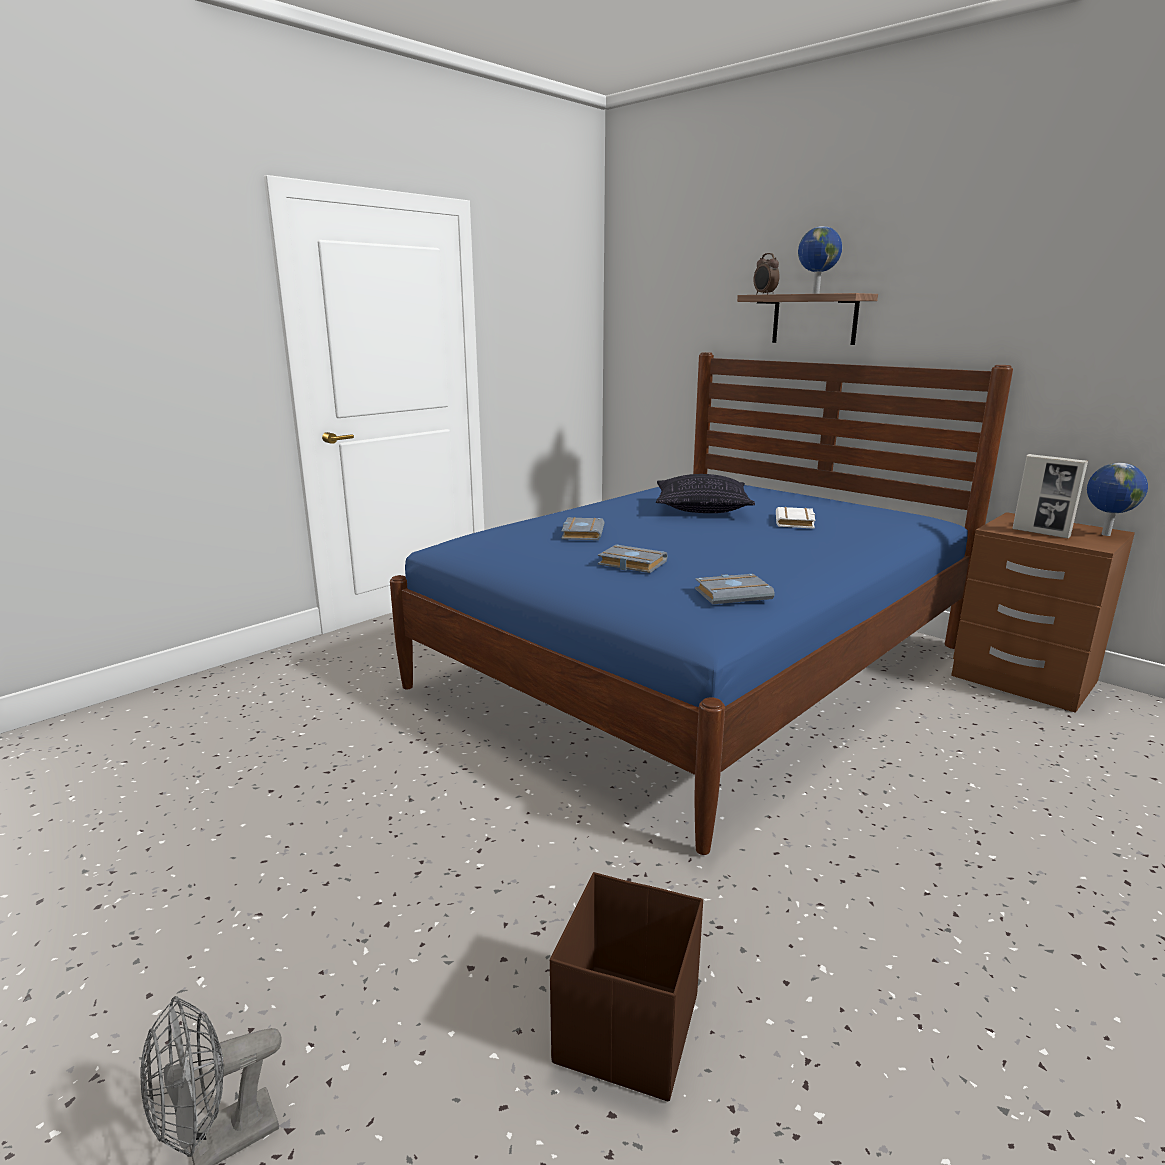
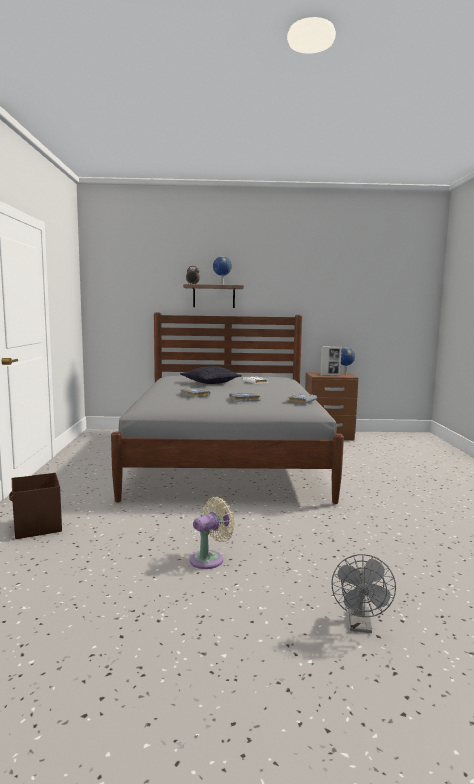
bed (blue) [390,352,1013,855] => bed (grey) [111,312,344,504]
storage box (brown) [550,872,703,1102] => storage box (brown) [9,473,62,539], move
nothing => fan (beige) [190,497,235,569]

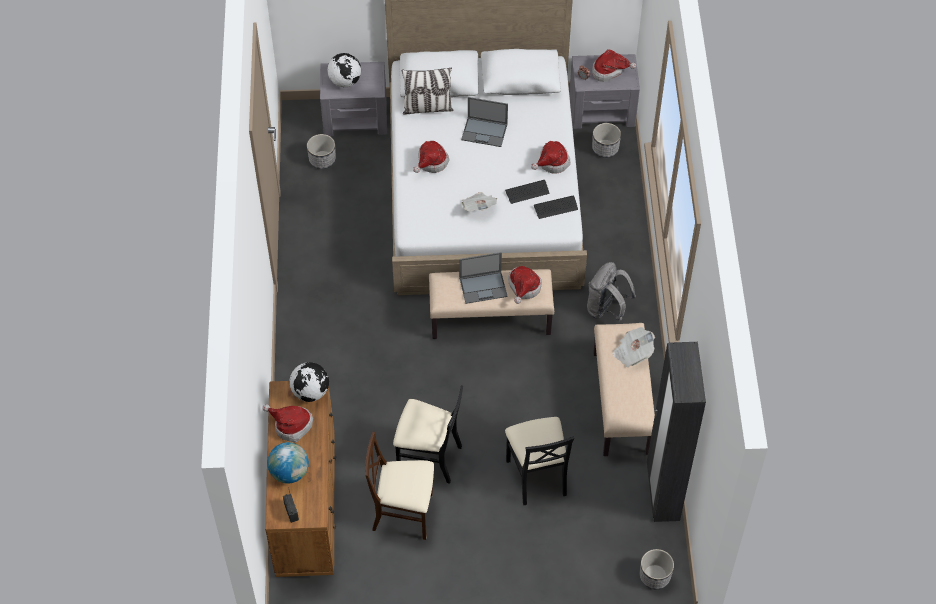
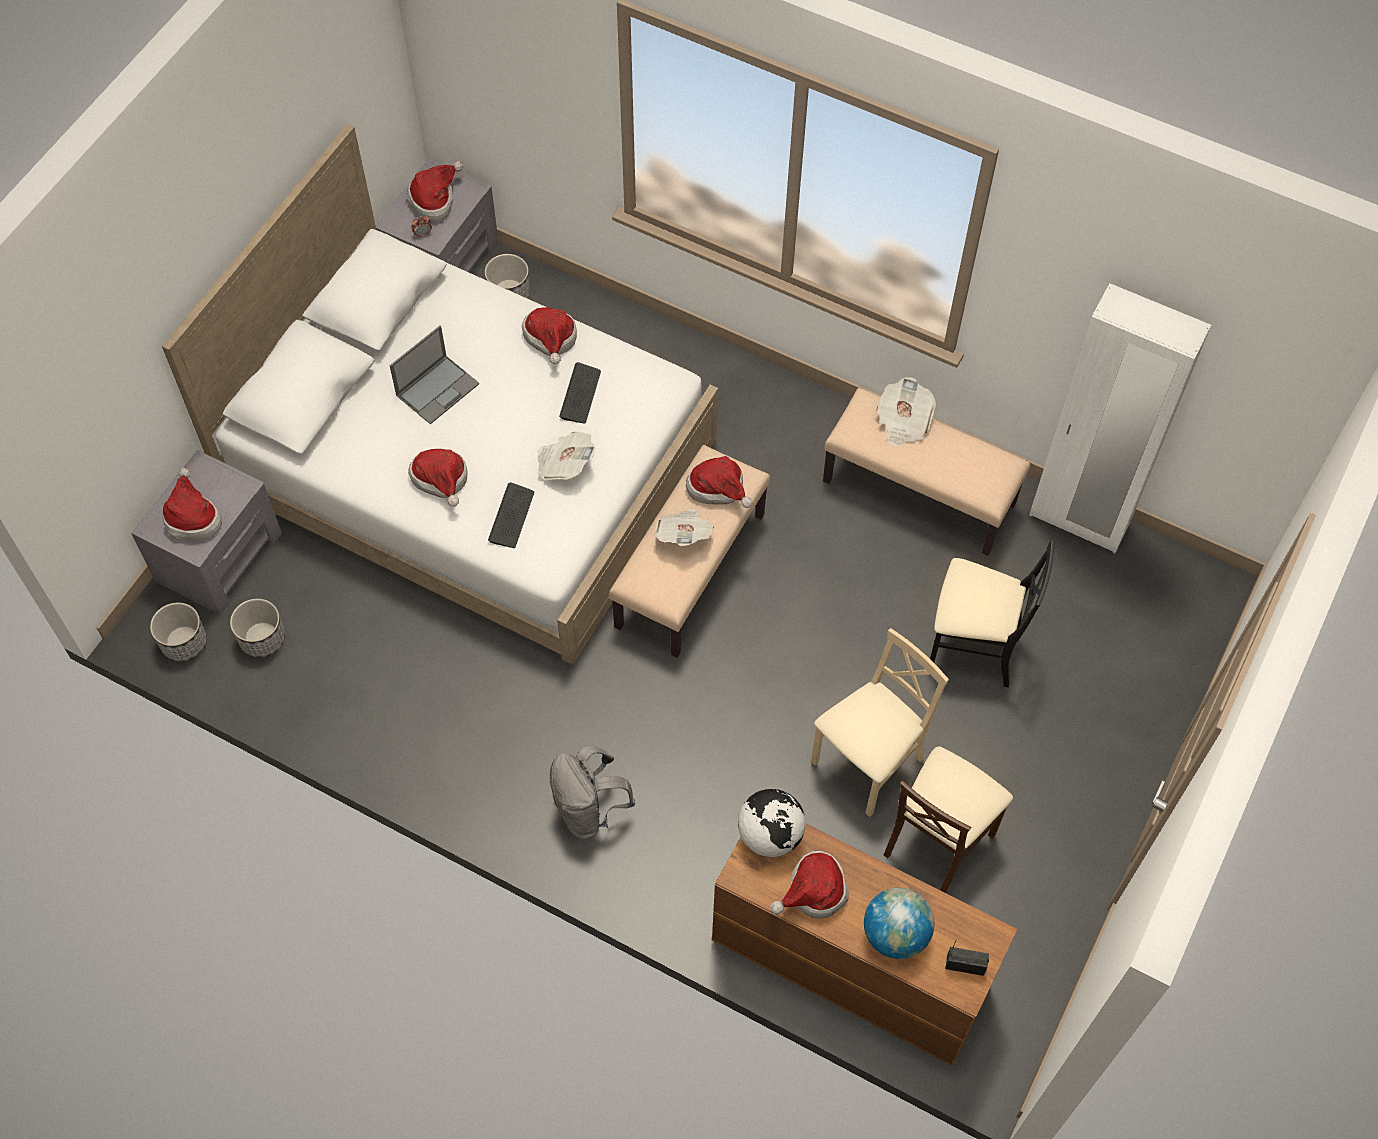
globe [327,53,361,87] => hat [162,468,222,540]
chair (black) [393,385,463,484] => chair (beige) [811,628,949,817]
pillow [402,67,453,115] => nothing
laptop [459,252,508,304] => newspaper [654,508,714,546]
keyboard [534,195,578,219] => keyboard [488,482,534,548], move
backpack (grey) [587,262,636,321] => backpack (grey) [549,746,635,839], move
planter [639,549,674,589] => planter [150,602,207,662], move
wardrobe (black) [647,342,706,522] => wardrobe (white) [1029,283,1211,553]

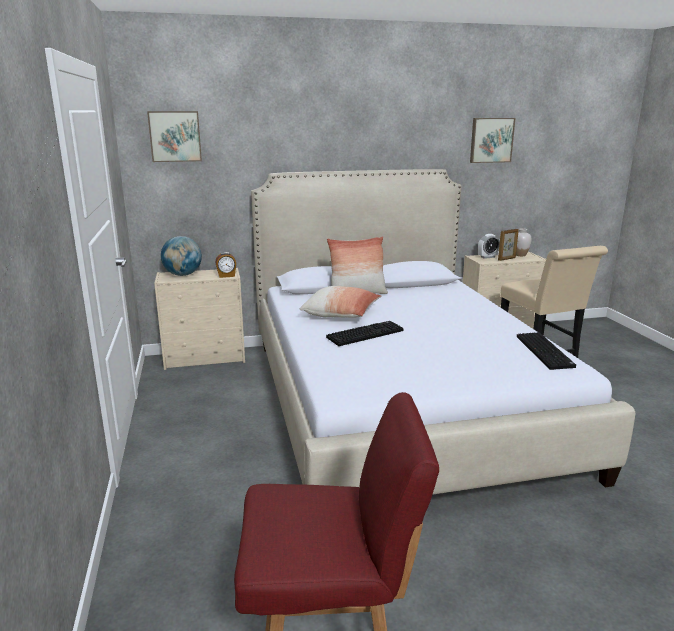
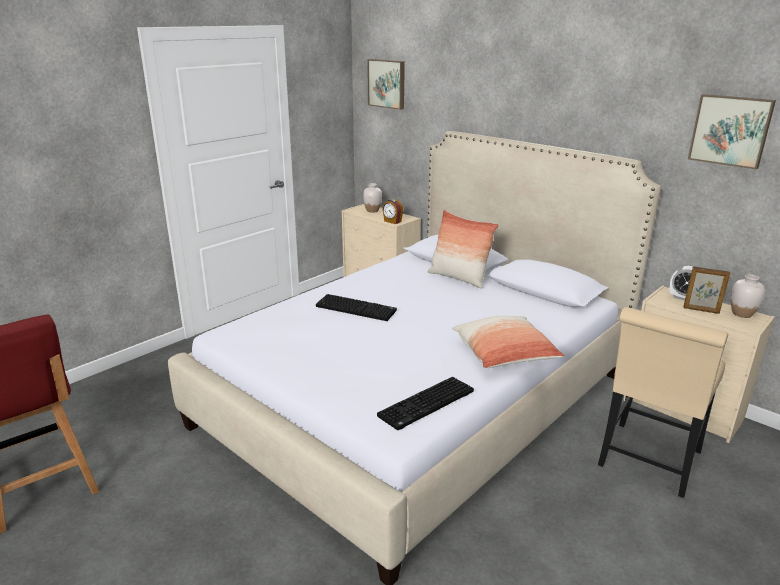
globe [161,236,202,276] => vase (white) [363,183,382,213]
pillow [300,286,382,318] => pillow [452,316,565,368], move

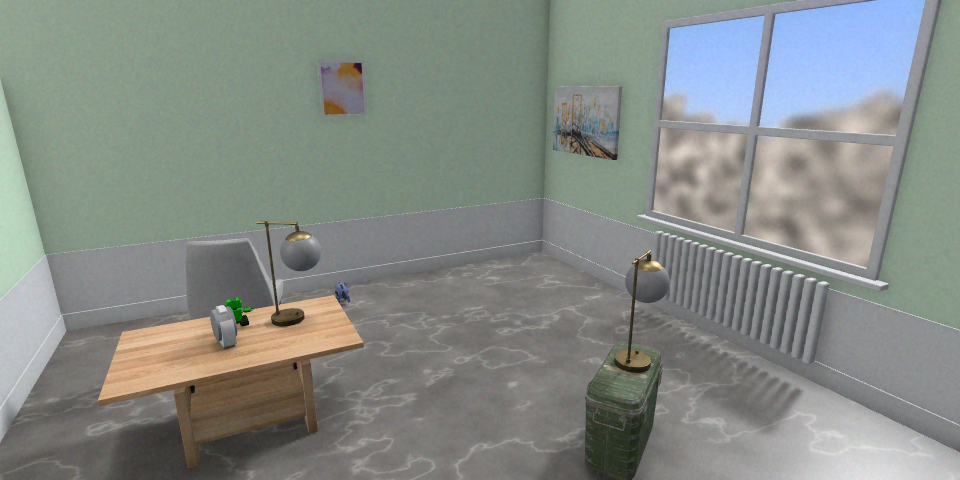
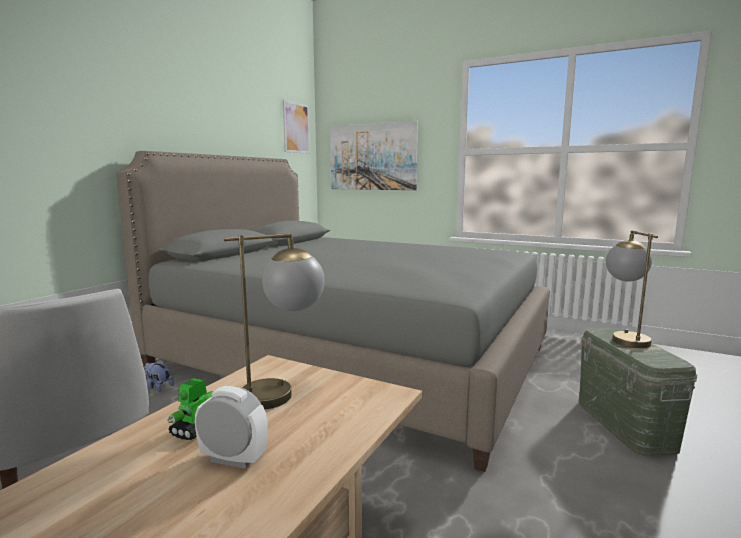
picture [317,60,367,117] => picture [283,100,310,154], move
nothing => bed (grey) [116,151,550,472]

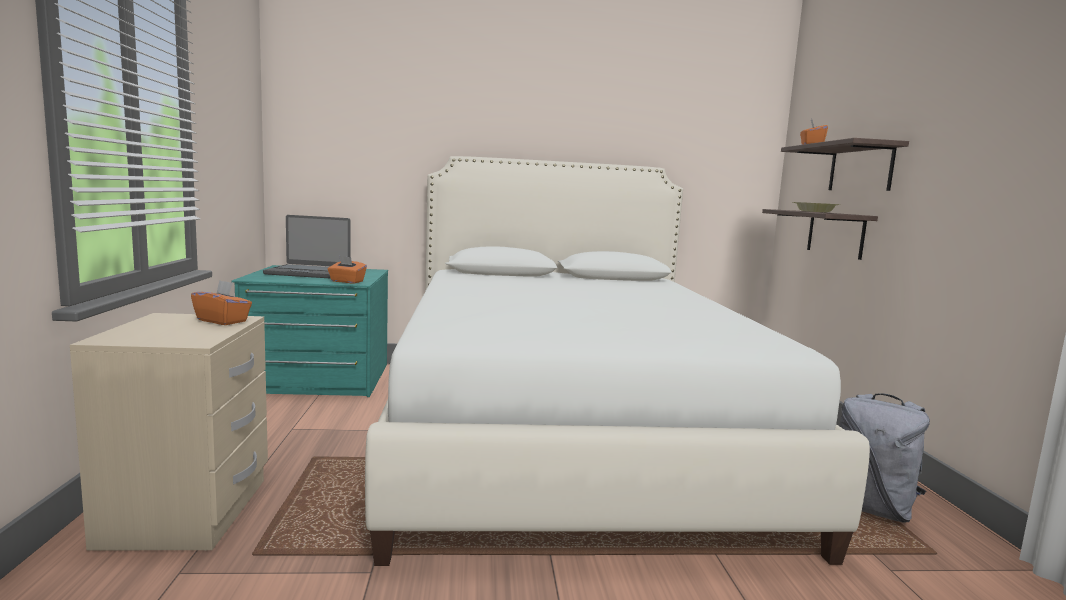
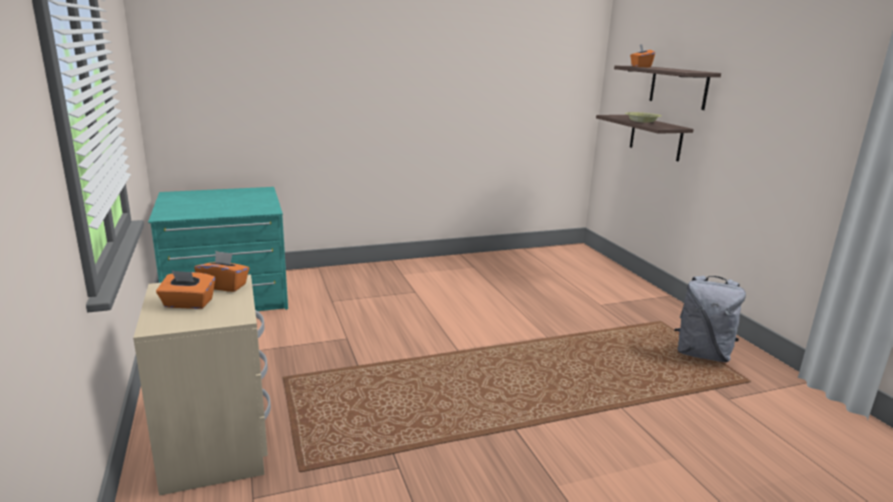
laptop [263,215,351,278] => nothing
tissue box (orange) [328,256,367,283] => tissue box (orange) [156,270,215,309], move
bed (white) [365,156,870,566] => nothing

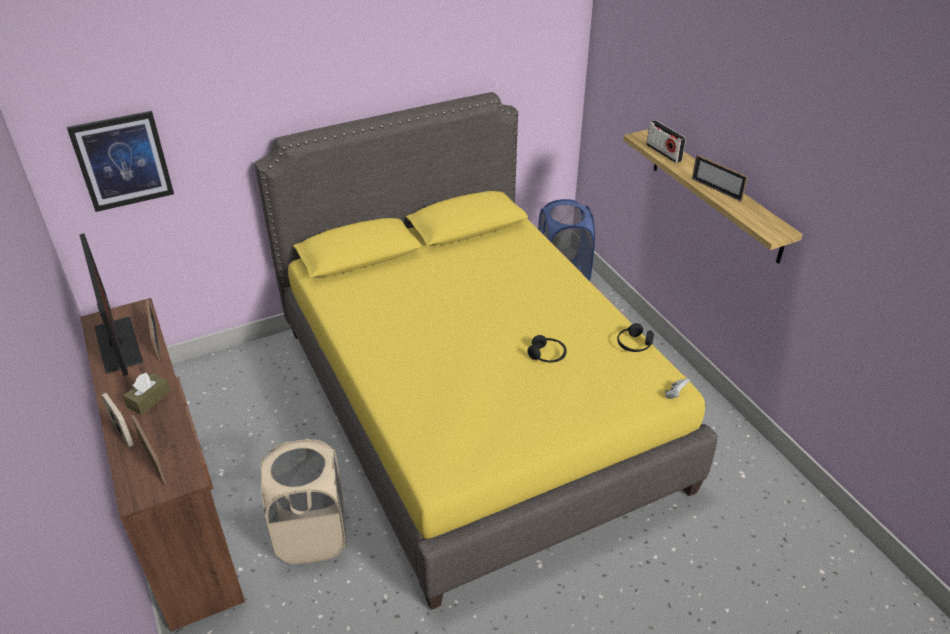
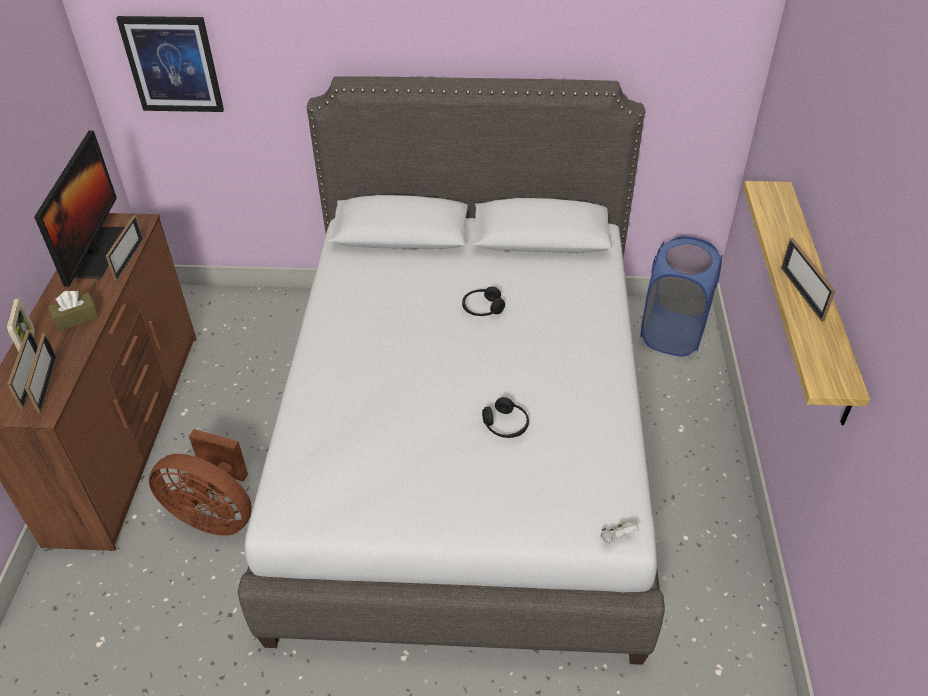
bed (yellow) [254,92,718,610] => bed (grey) [238,77,665,665]
laundry basket (beige) [261,439,347,564] => fan (brown) [149,429,252,536]
headphones (black) [617,323,654,352] => headphones (black) [462,286,505,316], move
radio [646,120,686,163] => nothing
nothing => picture frame [25,333,57,413]

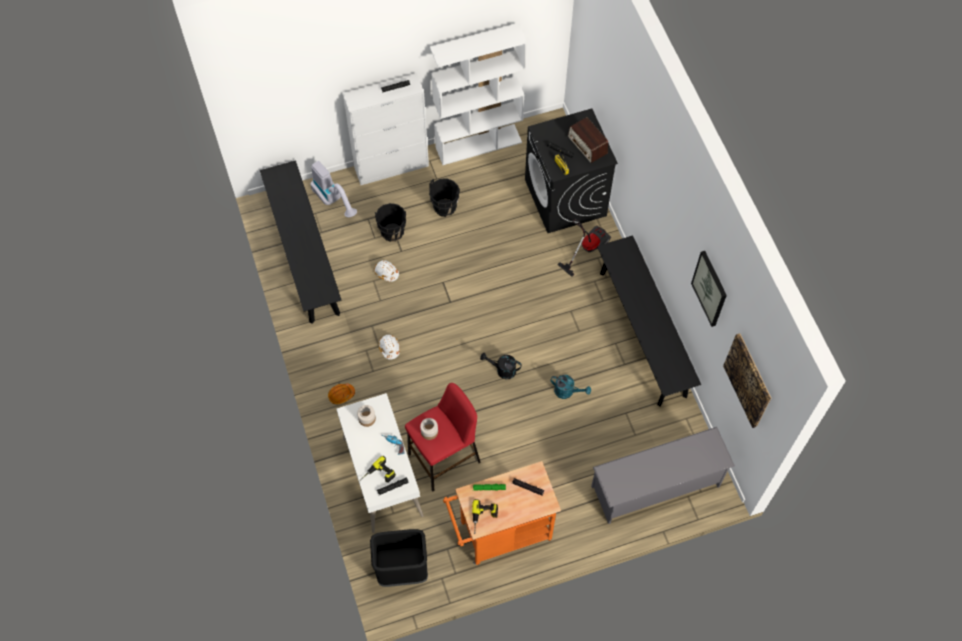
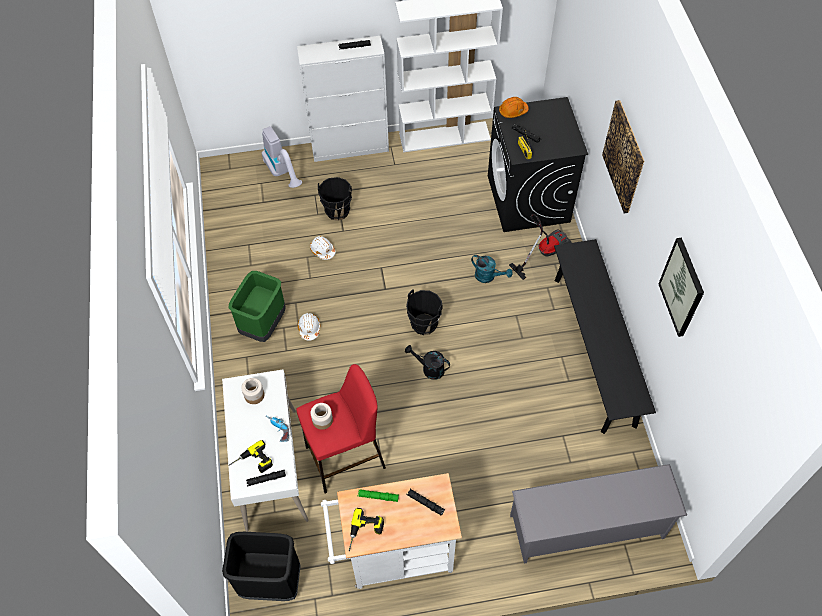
bench (black) [260,160,341,324] => nothing
hard hat (orange) [328,383,355,404] => hard hat (orange) [499,97,529,118], move
bucket (black) [429,178,460,217] => bucket (black) [406,289,443,335], move
cart (orange) [443,461,561,565] => cart (white) [321,473,462,589]
watering can (turquoise) [550,375,591,399] => watering can (turquoise) [471,255,513,283], move
radio [568,117,608,163] => nothing
picture [723,333,771,428] => picture [602,100,644,213], move
nothing => trash can (green) [228,271,286,342]

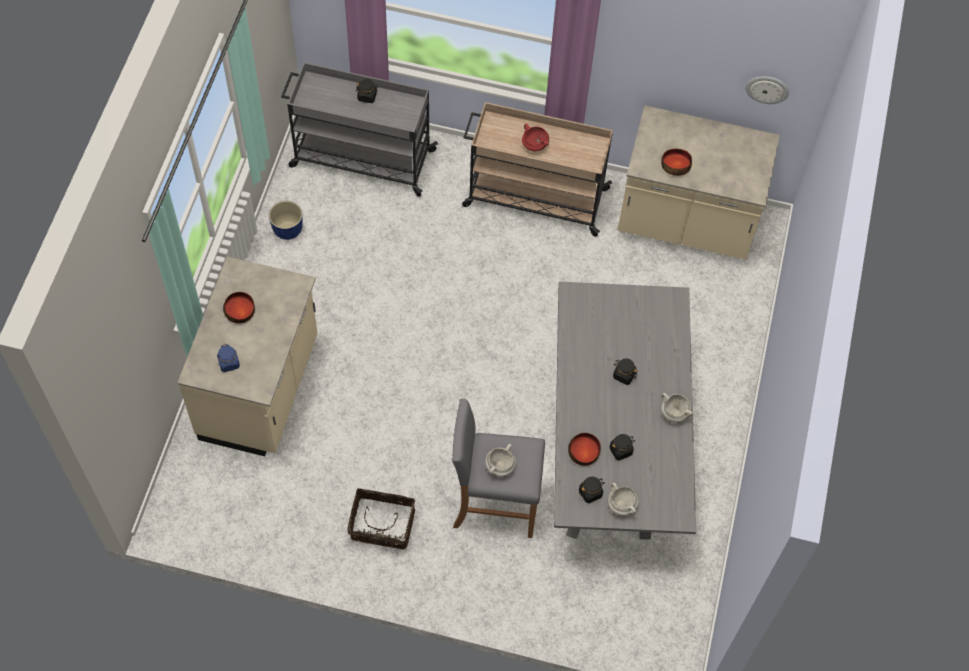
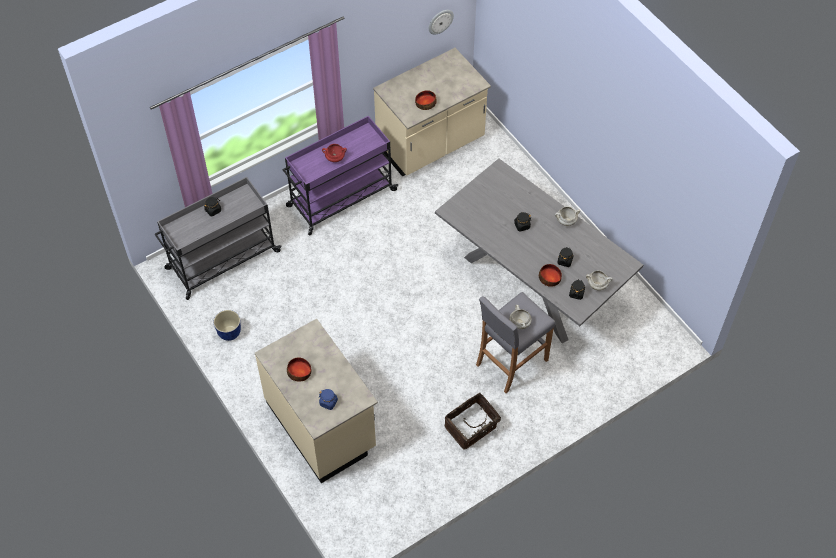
cart (beige) [462,102,613,237] => cart (purple) [283,116,398,236]

